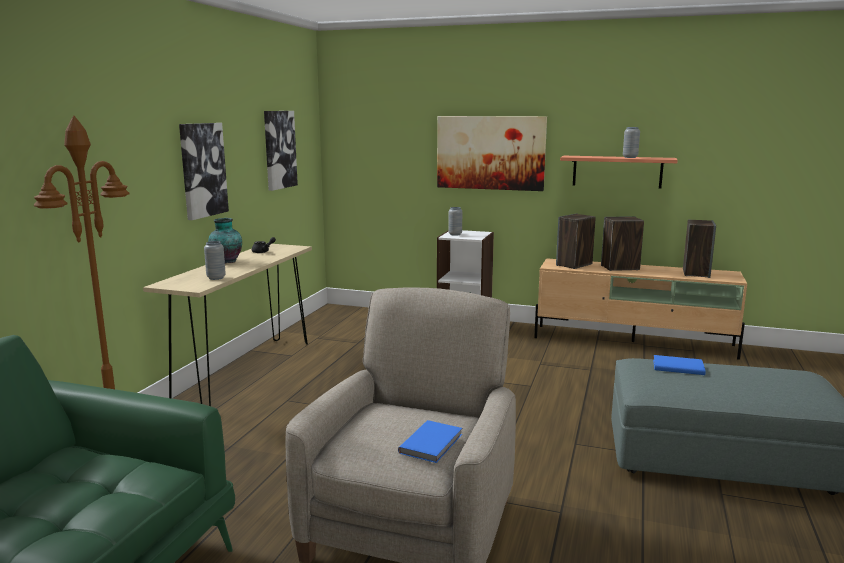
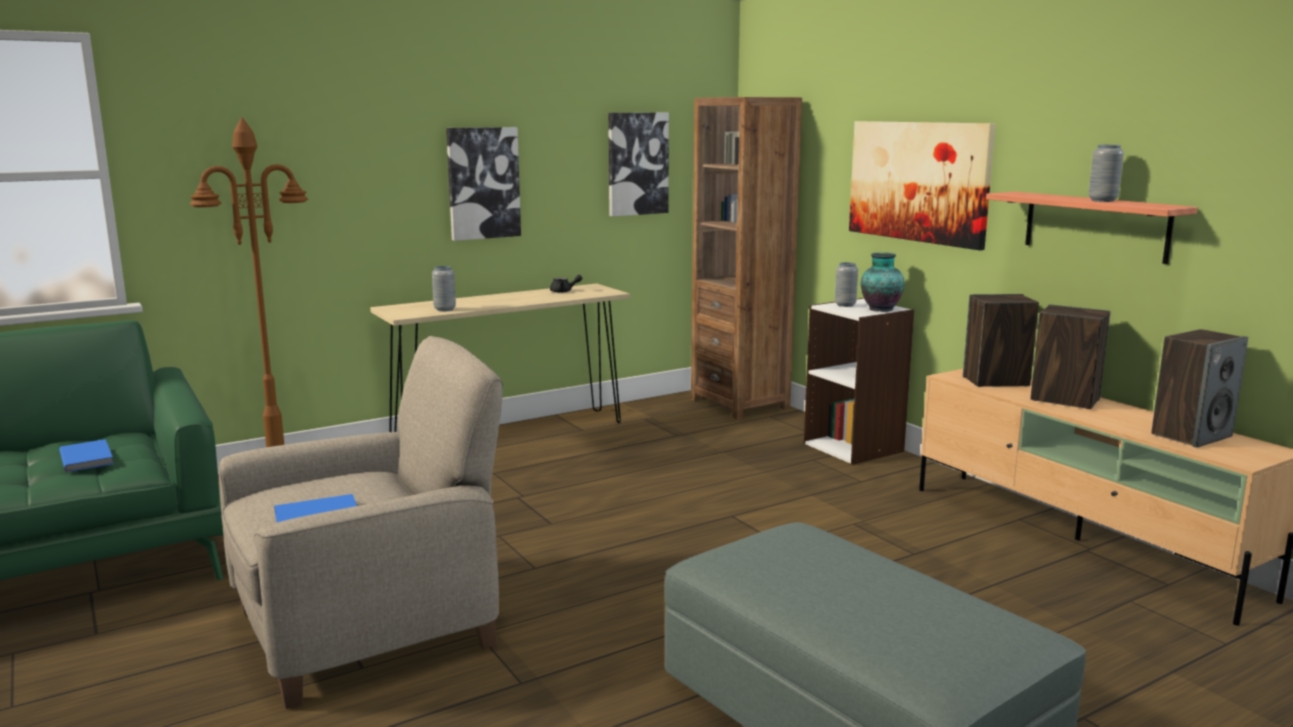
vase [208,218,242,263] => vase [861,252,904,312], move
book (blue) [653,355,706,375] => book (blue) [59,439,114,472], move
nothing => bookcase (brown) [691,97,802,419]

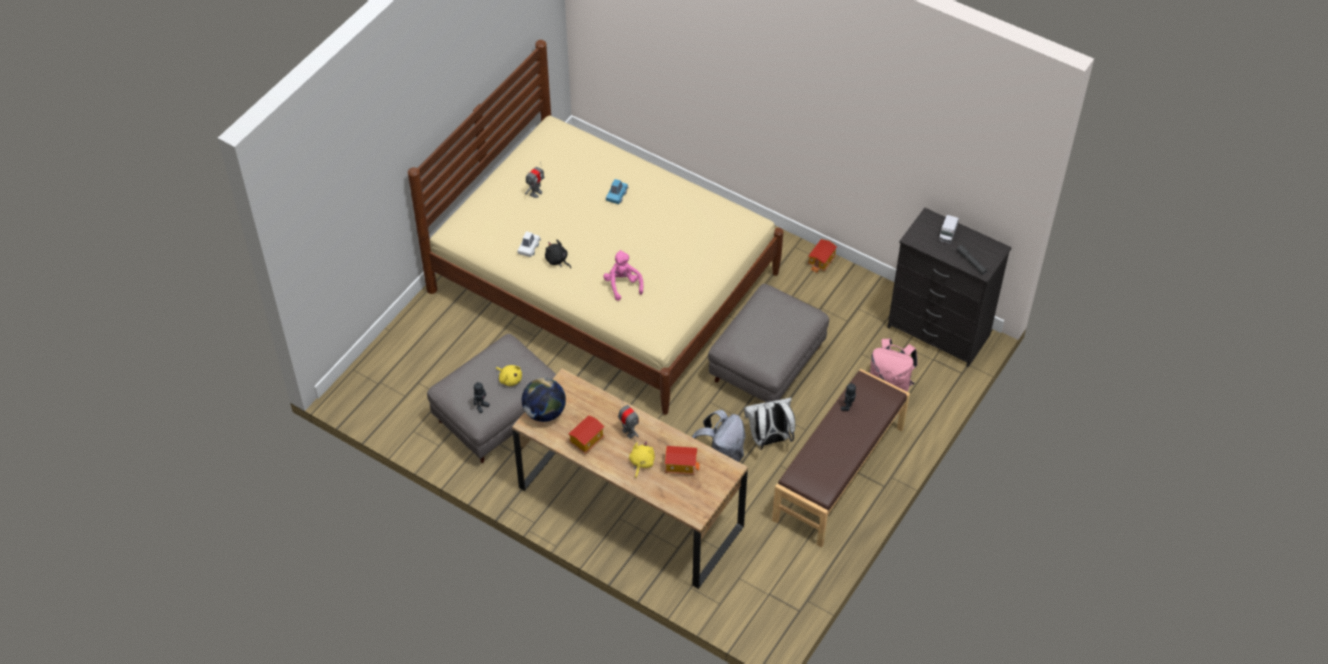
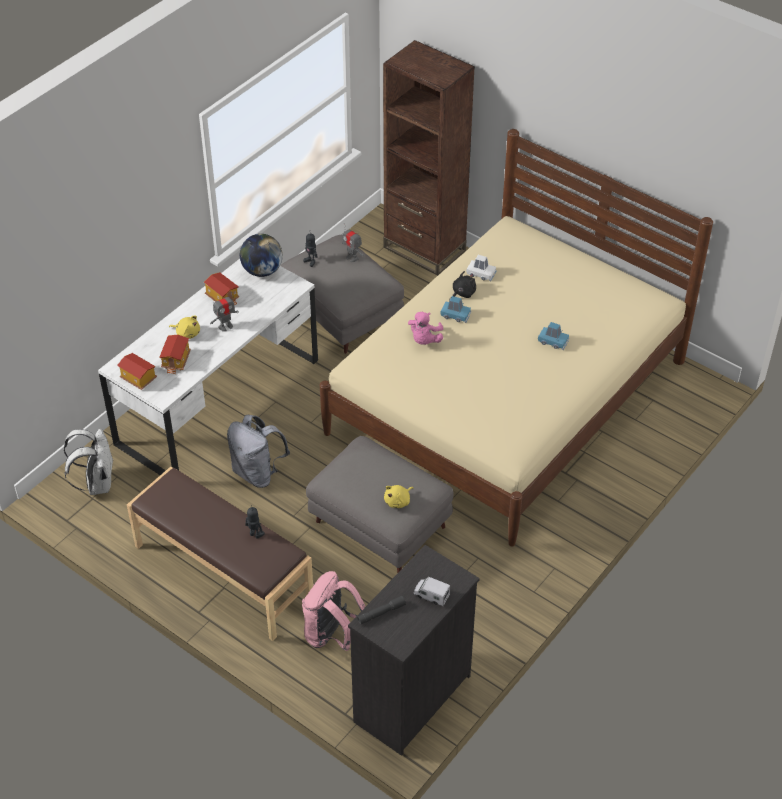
plush toy (yellow) [496,365,522,386] => plush toy (yellow) [384,485,413,508], move
desk (brown) [512,368,748,589] => desk (white) [98,259,318,475]
toy robot [525,162,545,198] => toy robot [342,228,364,262], move
plush toy (pink) [603,250,643,301] => plush toy (pink) [408,312,443,345], 120 degrees clockwise
backpack (white) [744,398,795,450] => backpack (white) [64,429,114,495], move
toy house [808,239,837,272] => toy house [117,353,157,390], move
nothing => bookcase (brown) [383,40,475,276]
nothing => toy car (blue) [440,296,471,323]

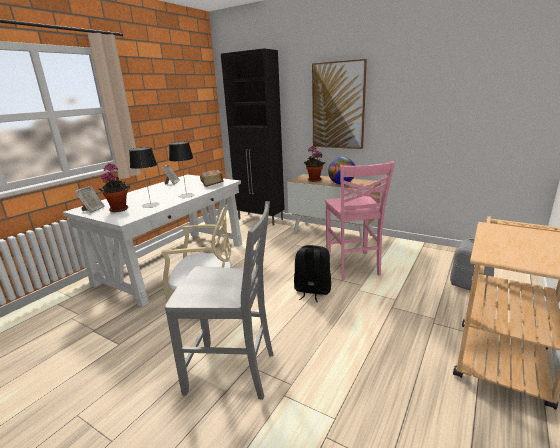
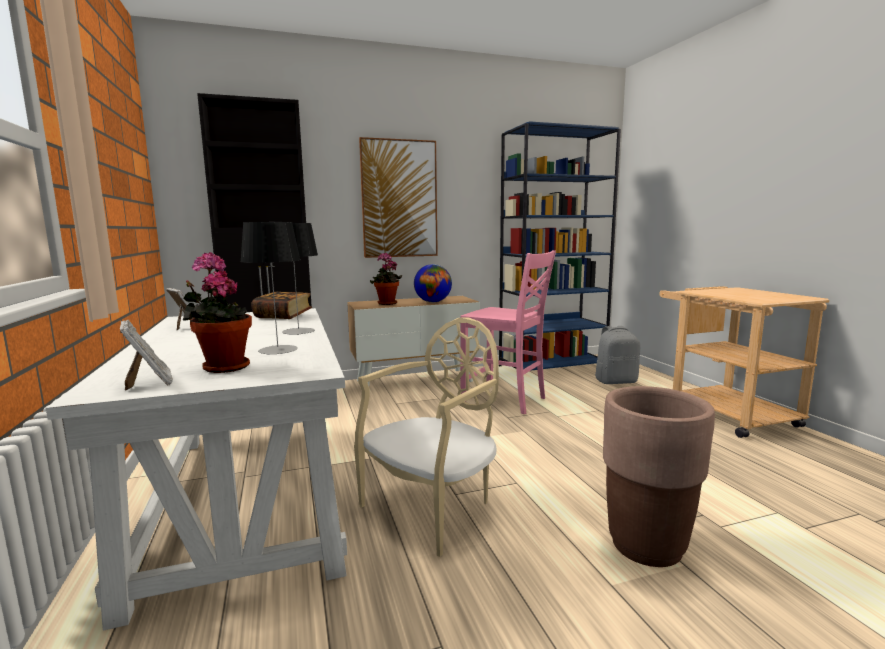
chair (grey) [165,201,273,400] => planter (brown) [603,386,715,567]
backpack (black) [294,245,331,302] => nothing
nothing => bookcase (blue) [499,121,621,370]

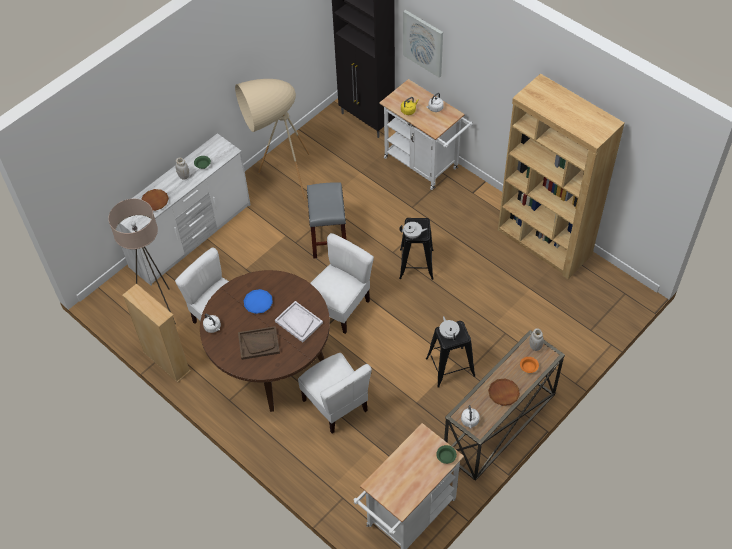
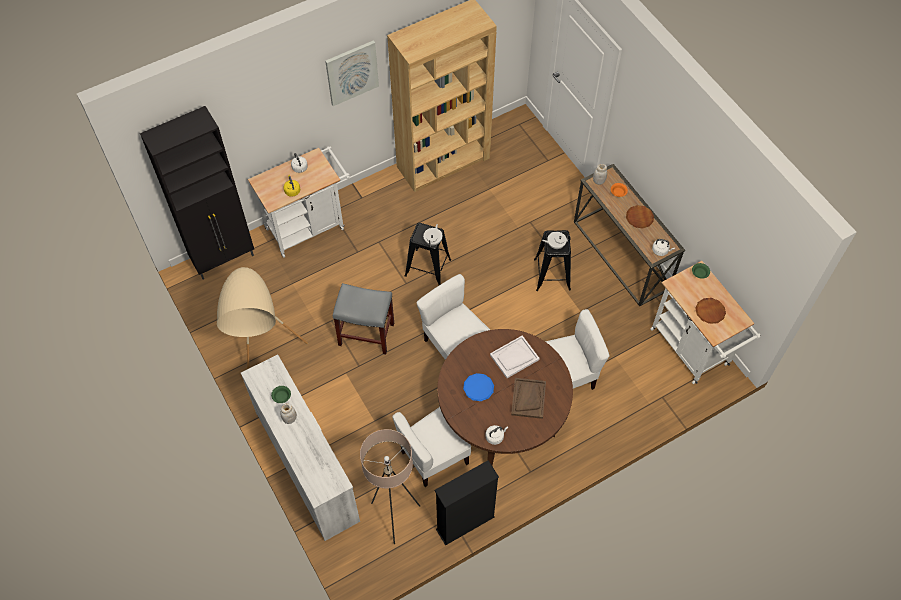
bookcase (beige) [122,284,191,382] => bookcase (black) [434,460,499,546]
plate (brown) [141,189,169,211] => plate (brown) [695,298,726,324], move
picture [403,10,443,78] => picture [325,40,379,106], move

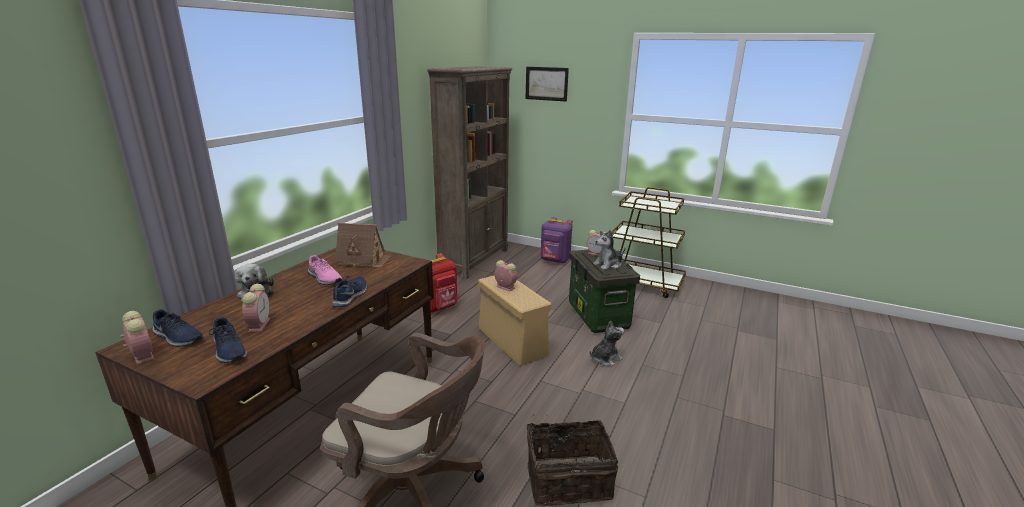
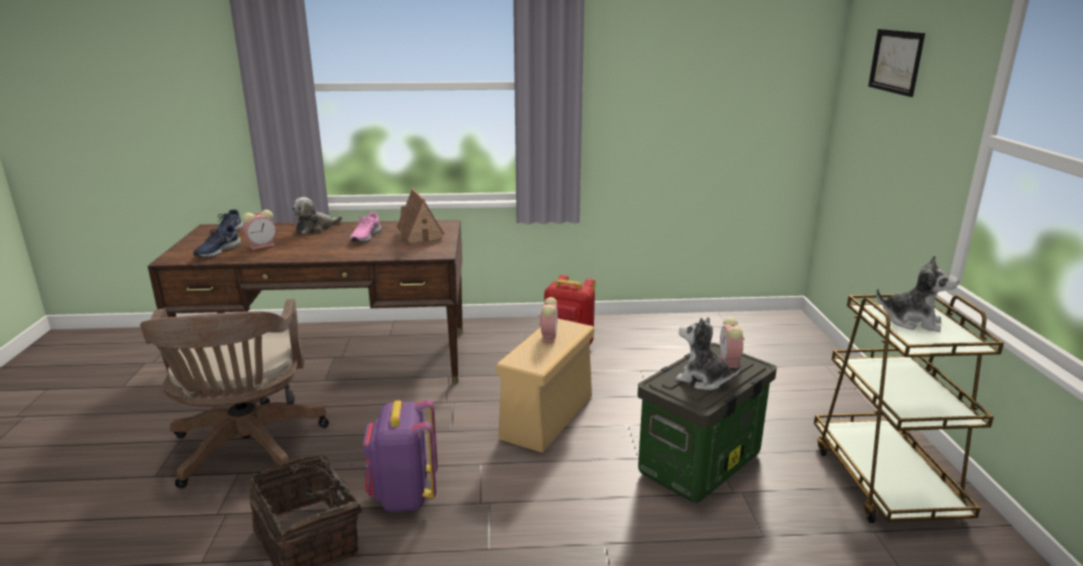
alarm clock [120,311,154,365] => nothing
shoe (blue) [332,276,367,307] => nothing
bookcase (brown) [427,66,512,279] => nothing
backpack (purple) [541,217,573,264] => backpack (purple) [363,399,438,512], move
plush toy [590,320,624,366] => plush toy [876,255,959,332], move

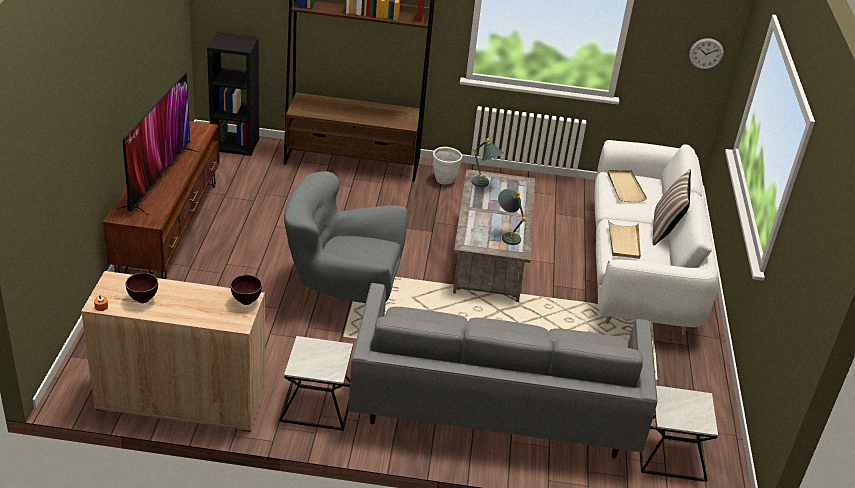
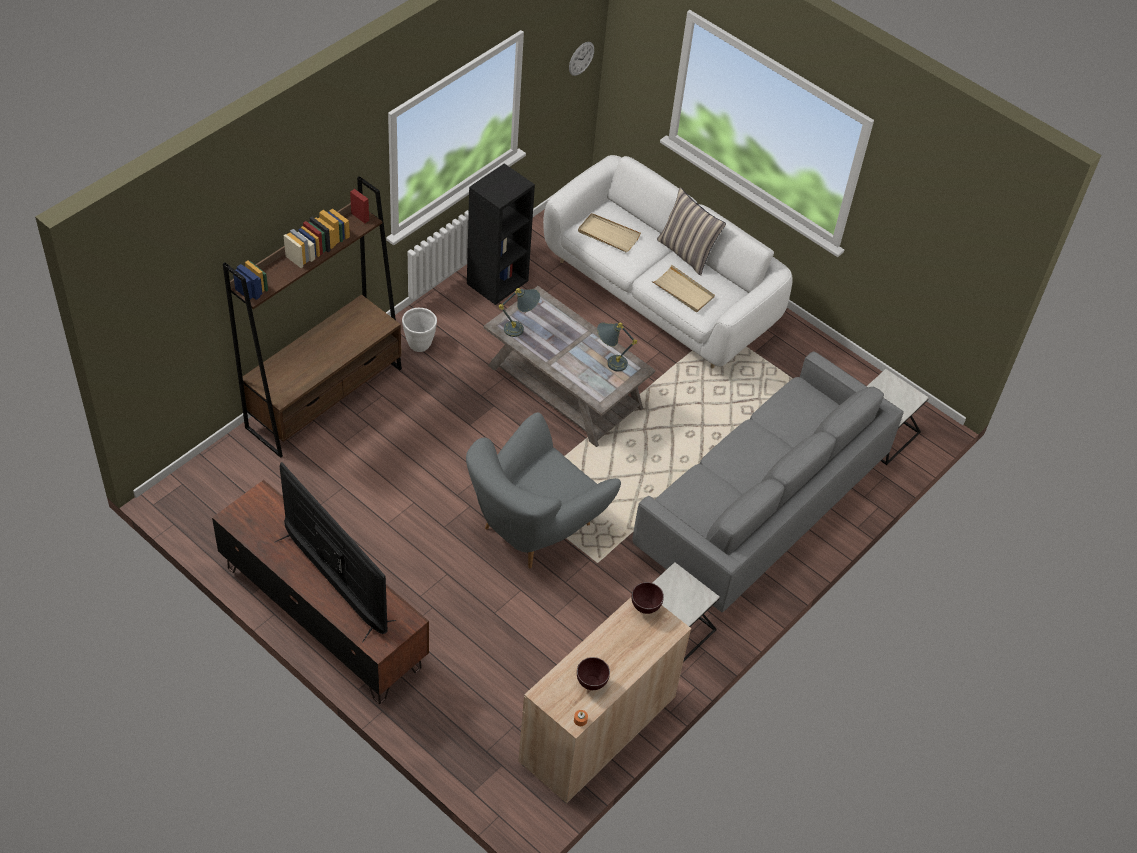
bookcase (black) [207,32,259,156] => bookcase (black) [467,163,535,305], move

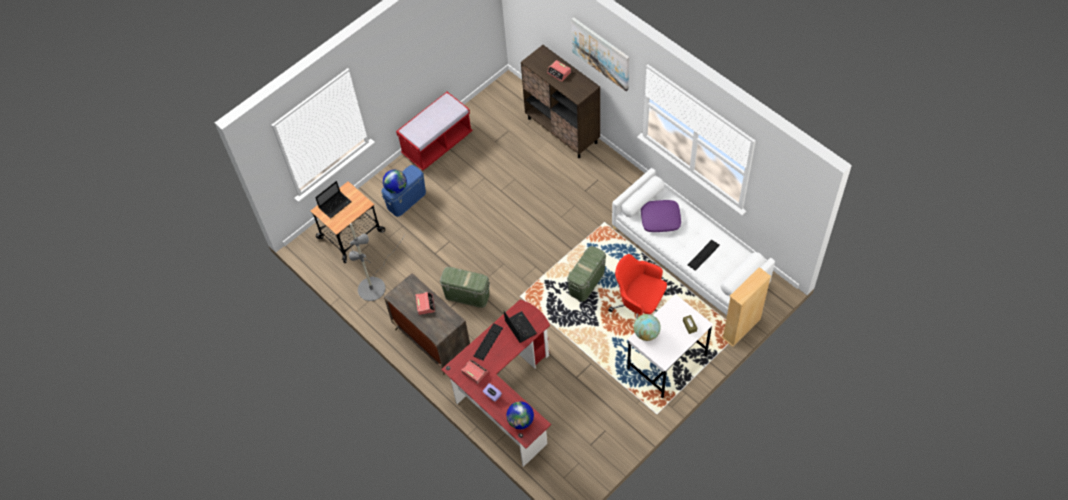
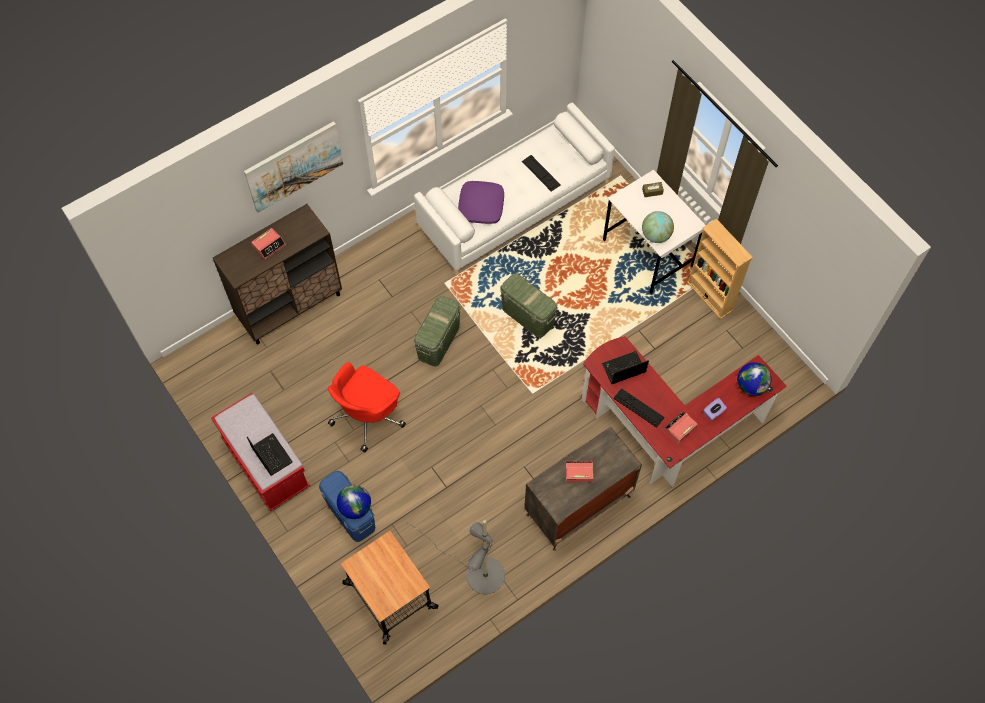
laptop [315,181,352,218] => laptop [247,433,293,476], move
storage box (green) [439,267,490,308] => storage box (green) [414,296,461,367], move
office chair (red) [608,254,667,319] => office chair (red) [328,362,406,453], move
bookcase (beige) [722,267,771,347] => bookcase (beige) [687,219,753,319], move

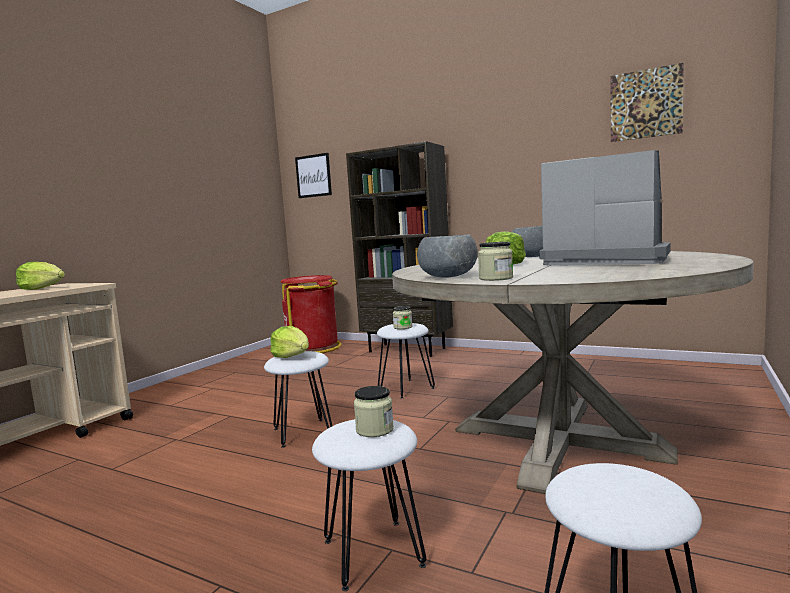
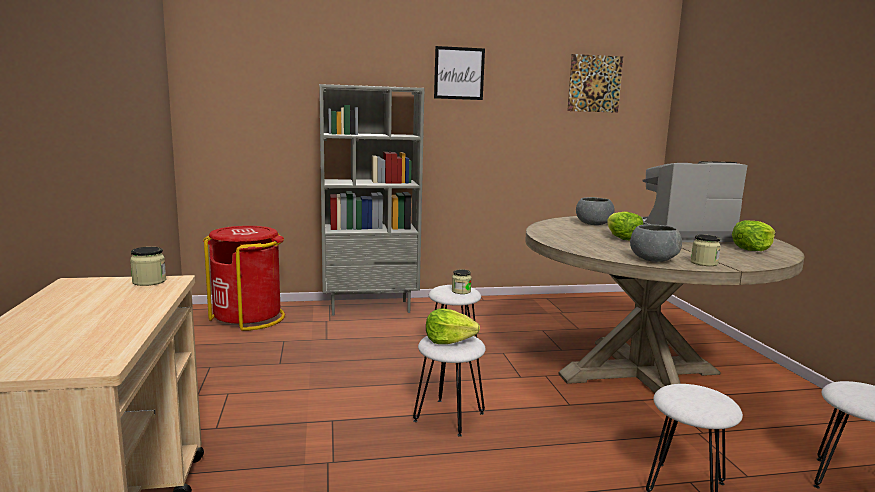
lettuce [16,262,65,290] => lettuce [732,220,776,251], move
picture [295,153,332,198] => picture [434,46,485,100], move
bookcase (brown) [346,141,453,357] => bookcase (grey) [319,84,424,316]
jar [354,386,394,437] => jar [130,247,166,286], move

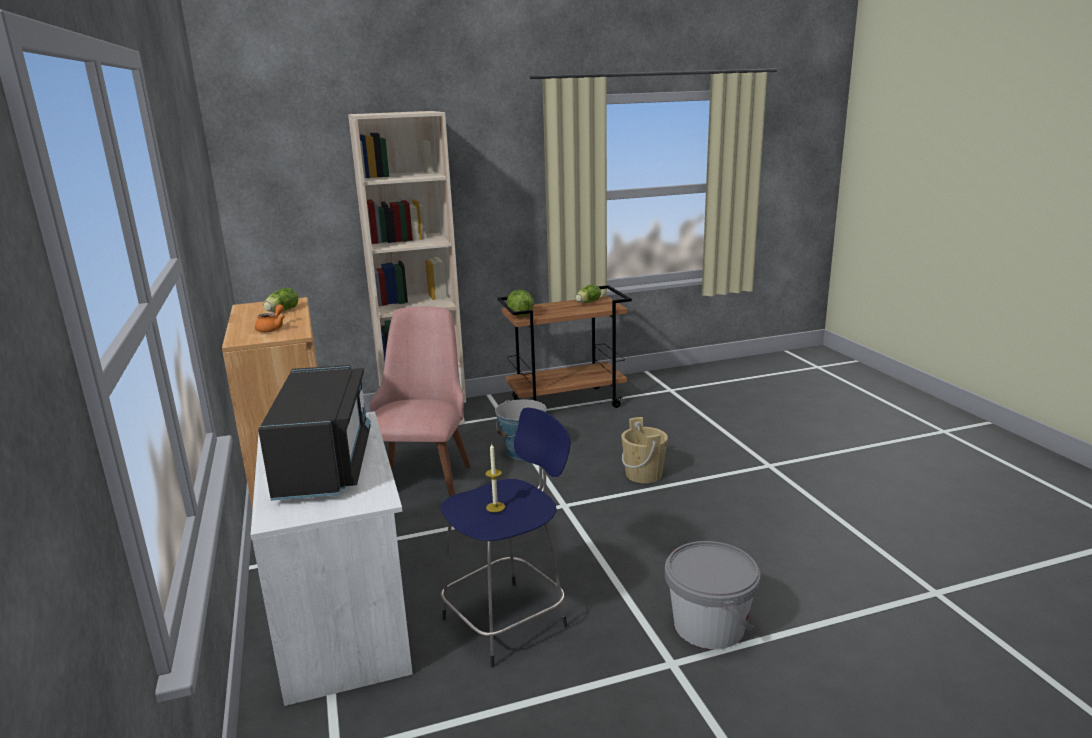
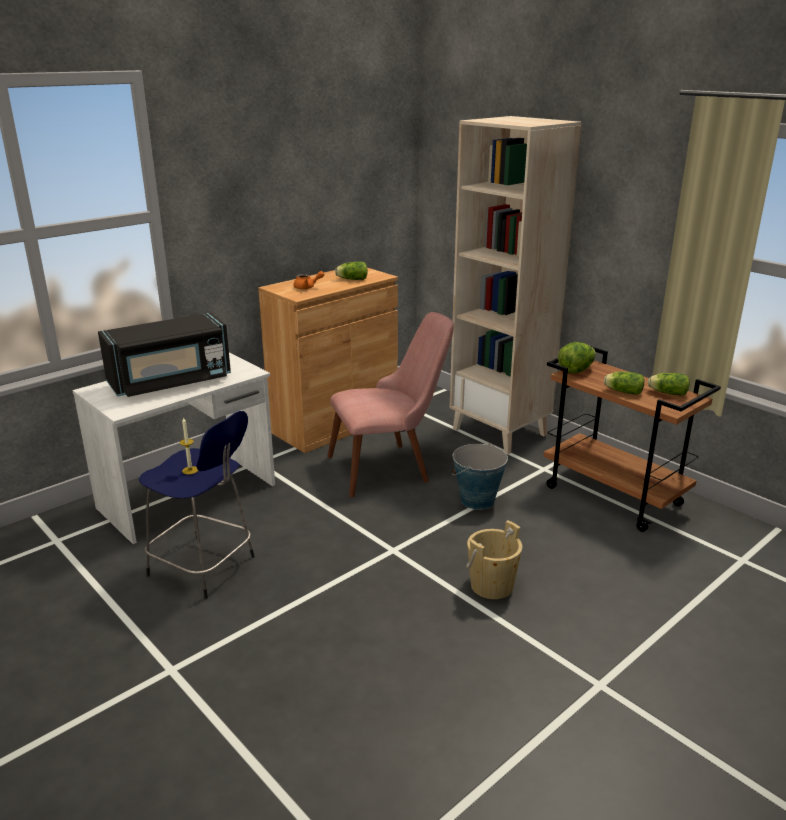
bucket (grey) [665,541,761,649] => nothing
nothing => lettuce [604,372,644,395]

